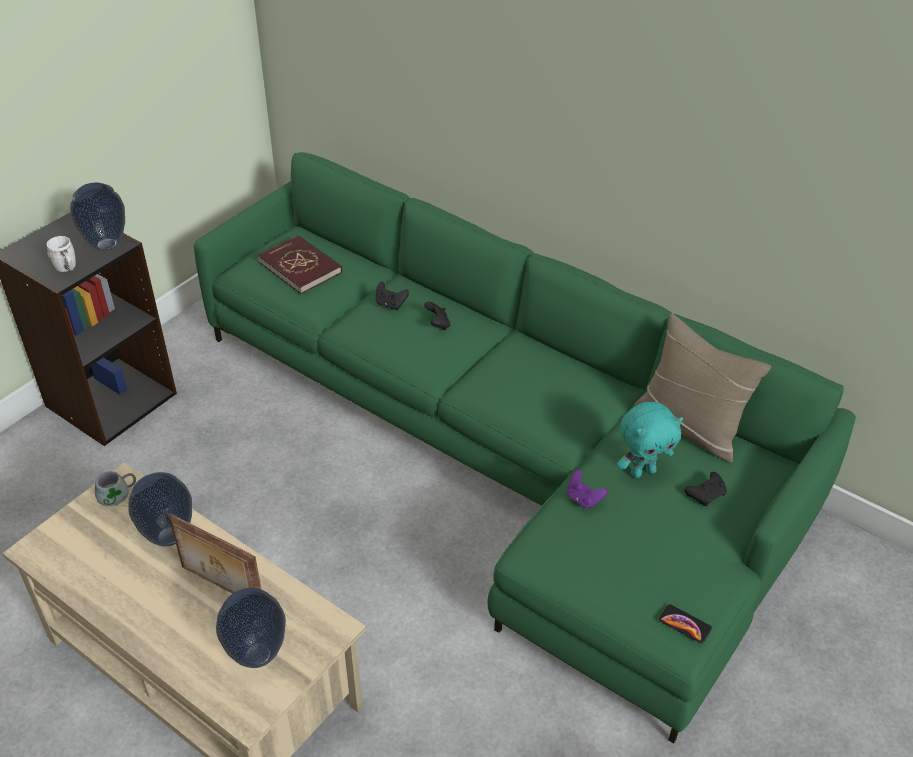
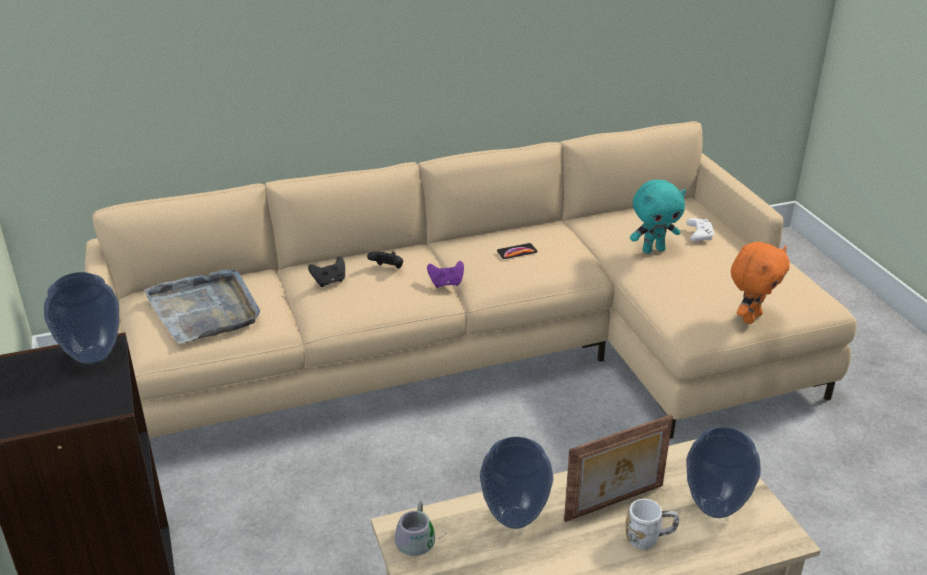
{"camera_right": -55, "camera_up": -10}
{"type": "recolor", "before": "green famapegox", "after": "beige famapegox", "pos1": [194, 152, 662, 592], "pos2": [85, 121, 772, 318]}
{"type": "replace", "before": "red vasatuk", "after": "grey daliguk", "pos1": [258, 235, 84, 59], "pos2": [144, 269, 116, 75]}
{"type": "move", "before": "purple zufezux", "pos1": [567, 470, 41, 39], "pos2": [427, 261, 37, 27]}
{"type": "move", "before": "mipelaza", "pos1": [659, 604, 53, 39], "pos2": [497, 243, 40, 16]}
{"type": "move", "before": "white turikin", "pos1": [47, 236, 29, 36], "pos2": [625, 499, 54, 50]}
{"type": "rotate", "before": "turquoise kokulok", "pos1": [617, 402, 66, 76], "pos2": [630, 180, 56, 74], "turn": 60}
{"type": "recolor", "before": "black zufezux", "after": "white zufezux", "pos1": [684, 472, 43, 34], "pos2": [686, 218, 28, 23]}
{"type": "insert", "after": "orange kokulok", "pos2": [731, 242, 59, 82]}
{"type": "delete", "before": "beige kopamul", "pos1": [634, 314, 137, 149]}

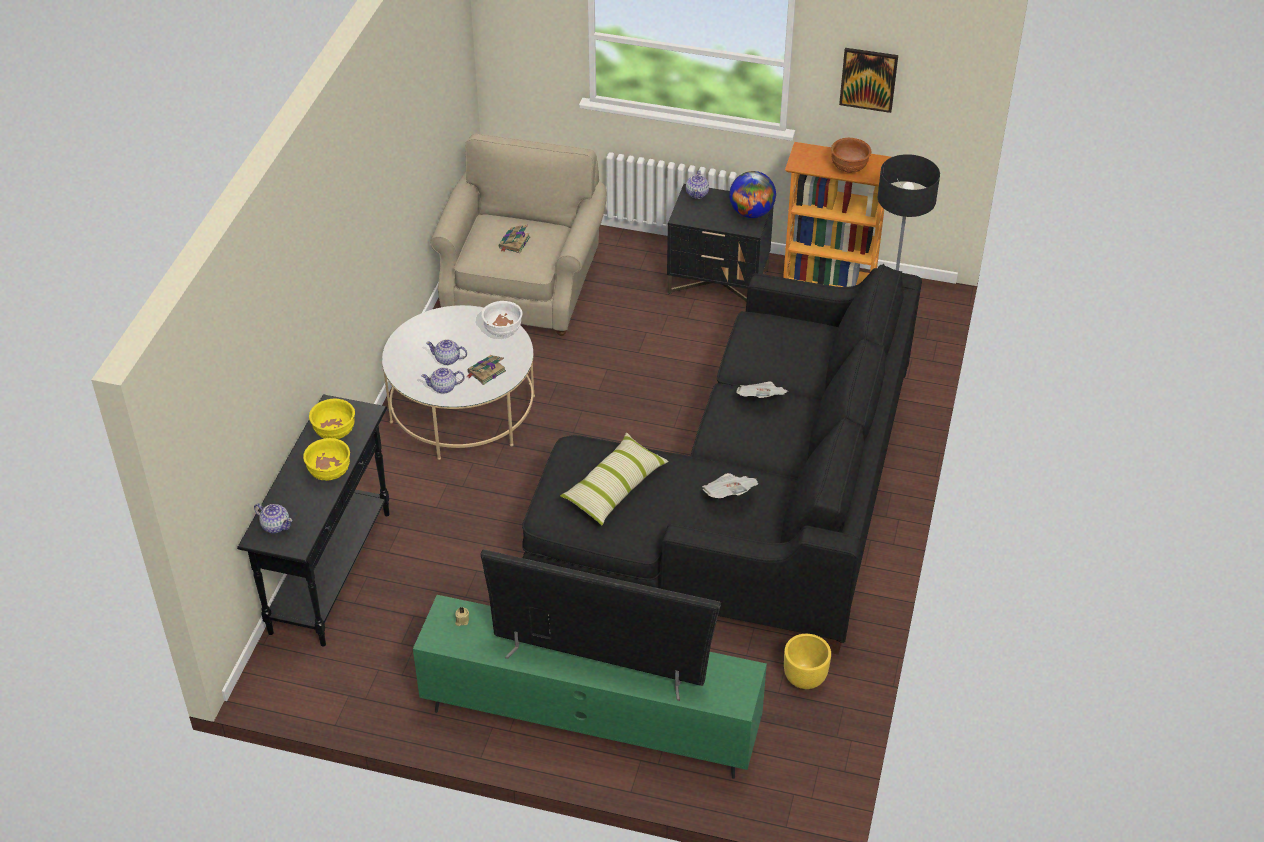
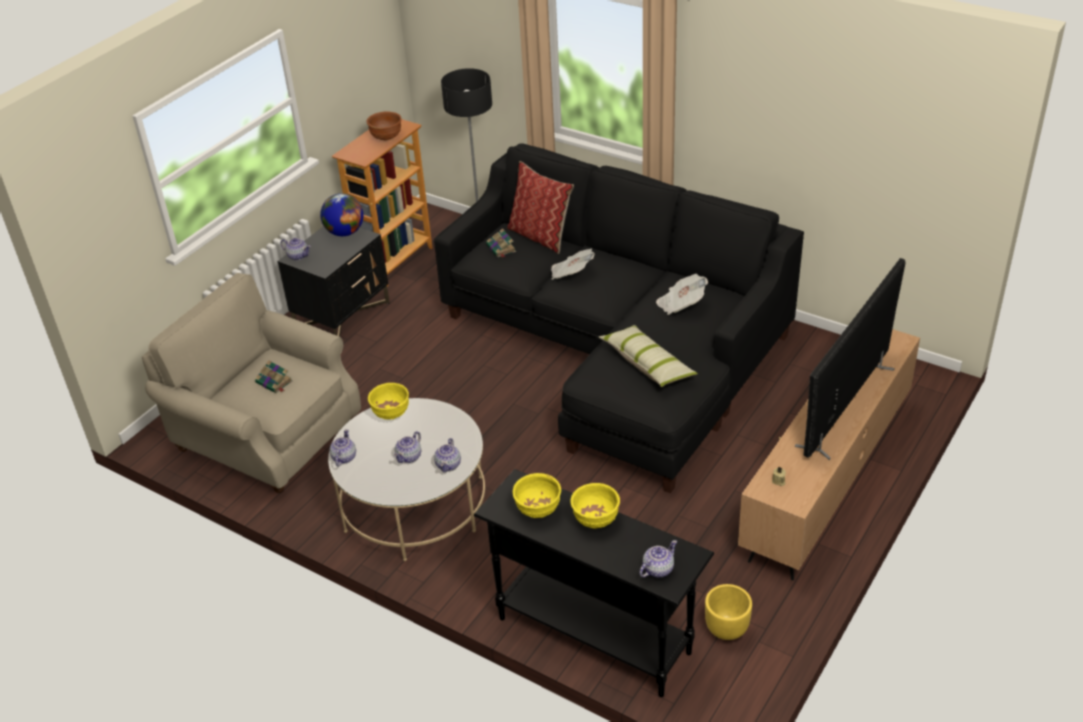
{"camera_right": -70, "camera_up": -5}
{"type": "insert", "after": "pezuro", "pos2": [329, 429, 27, 38]}
{"type": "recolor", "before": "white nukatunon", "after": "yellow nukatunon", "pos1": [481, 301, 41, 36], "pos2": [368, 383, 41, 37]}
{"type": "move", "before": "vasatuk", "pos1": [466, 355, 40, 30], "pos2": [486, 228, 30, 30]}
{"type": "insert", "after": "kopamul", "pos2": [507, 161, 67, 93]}
{"type": "move", "before": "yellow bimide", "pos1": [784, 634, 47, 55], "pos2": [705, 584, 47, 56]}
{"type": "recolor", "before": "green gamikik", "after": "brown gamikik", "pos1": [413, 595, 354, 184], "pos2": [738, 329, 182, 252]}
{"type": "delete", "before": "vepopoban", "pos1": [839, 48, 59, 65]}

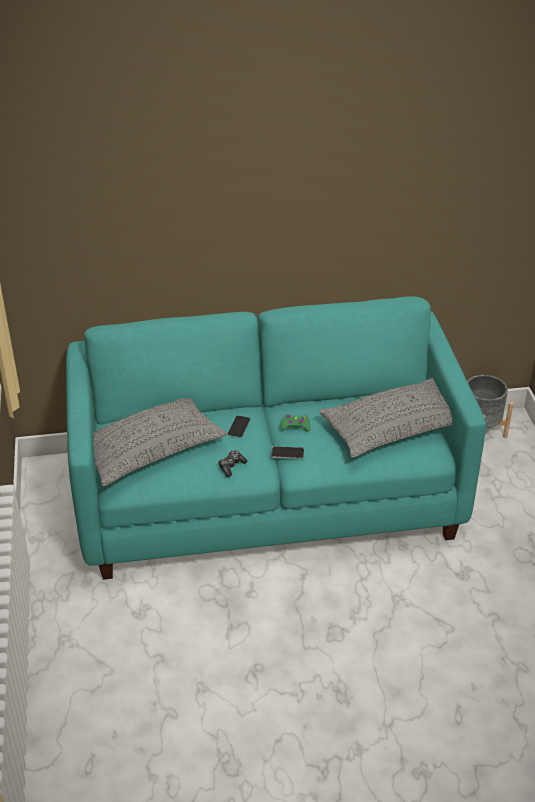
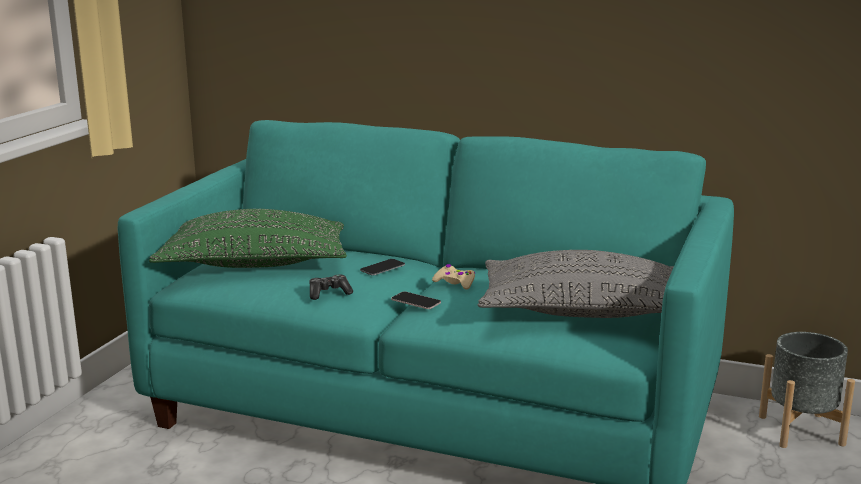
{"camera_right": 30, "camera_up": -20}
{"type": "recolor", "before": "grey kopamul", "after": "green kopamul", "pos1": [93, 398, 134, 88], "pos2": [149, 209, 198, 59]}
{"type": "recolor", "before": "green zufezux", "after": "beige zufezux", "pos1": [281, 415, 29, 16], "pos2": [432, 264, 43, 26]}

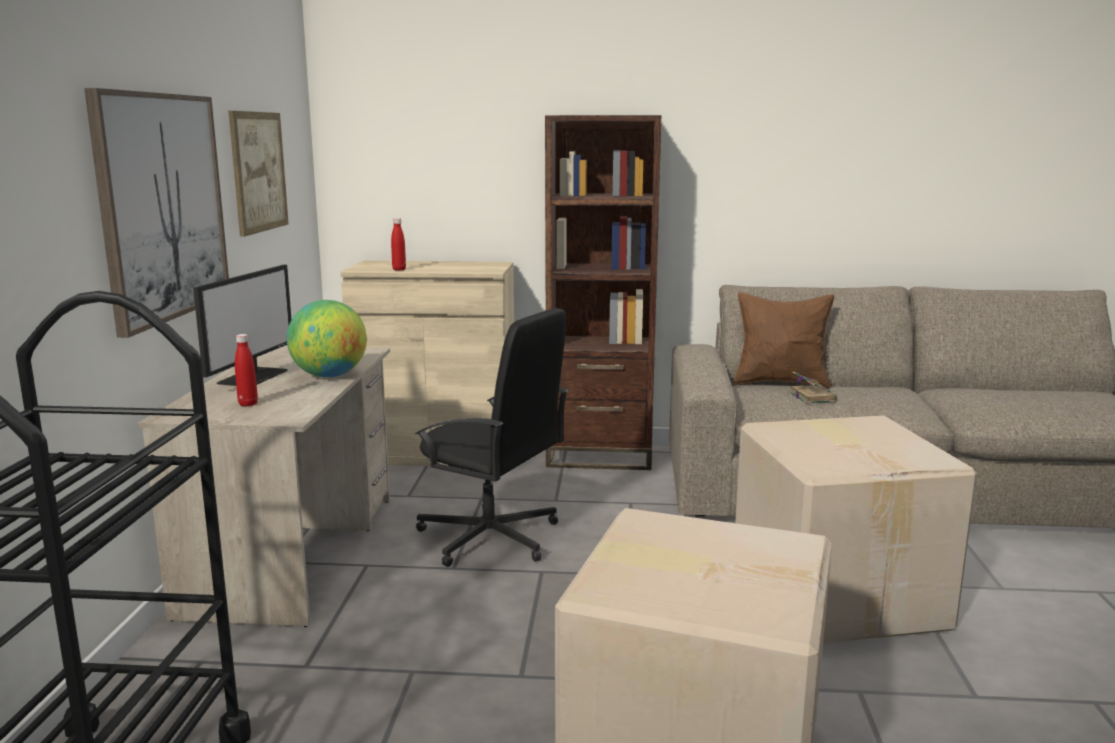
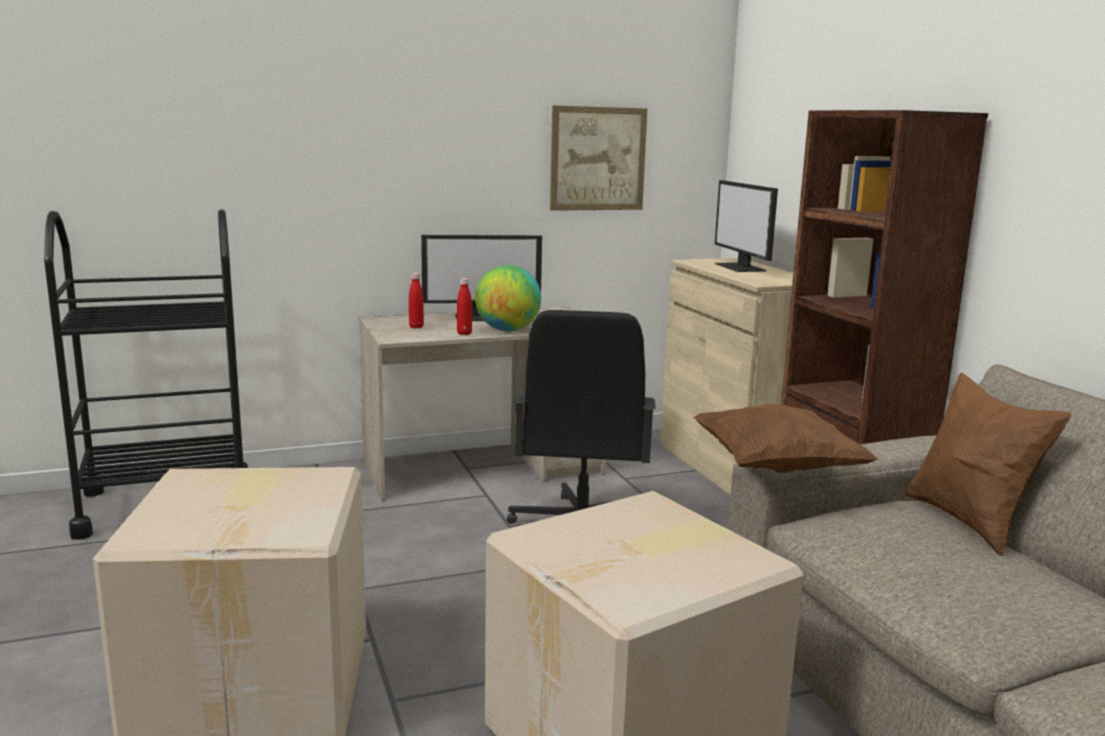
{"camera_right": 65, "camera_up": 0}
{"type": "move", "before": "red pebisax", "pos1": [391, 218, 15, 53], "pos2": [457, 278, 15, 57]}
{"type": "insert", "after": "brown kopamul", "pos2": [693, 404, 185, 69]}
{"type": "insert", "after": "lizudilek", "pos2": [715, 180, 63, 92]}
{"type": "delete", "before": "vepopoban", "pos1": [84, 88, 145, 250]}
{"type": "delete", "before": "vasatuk", "pos1": [789, 371, 48, 33]}

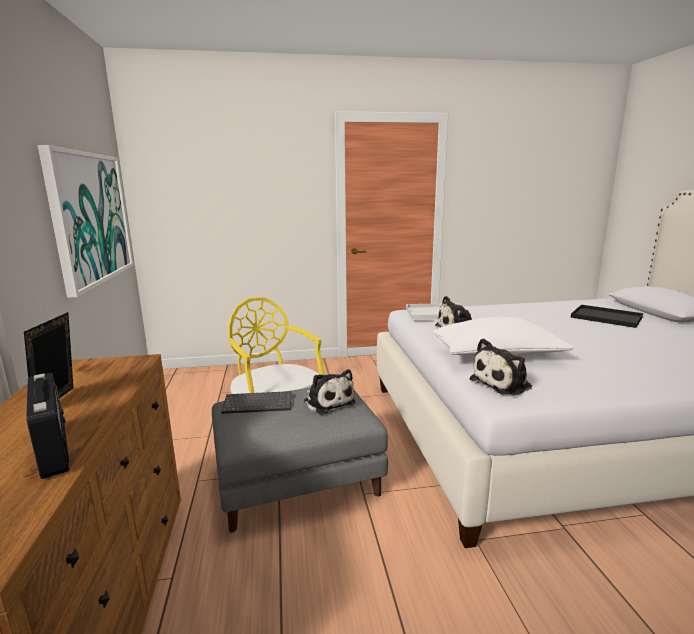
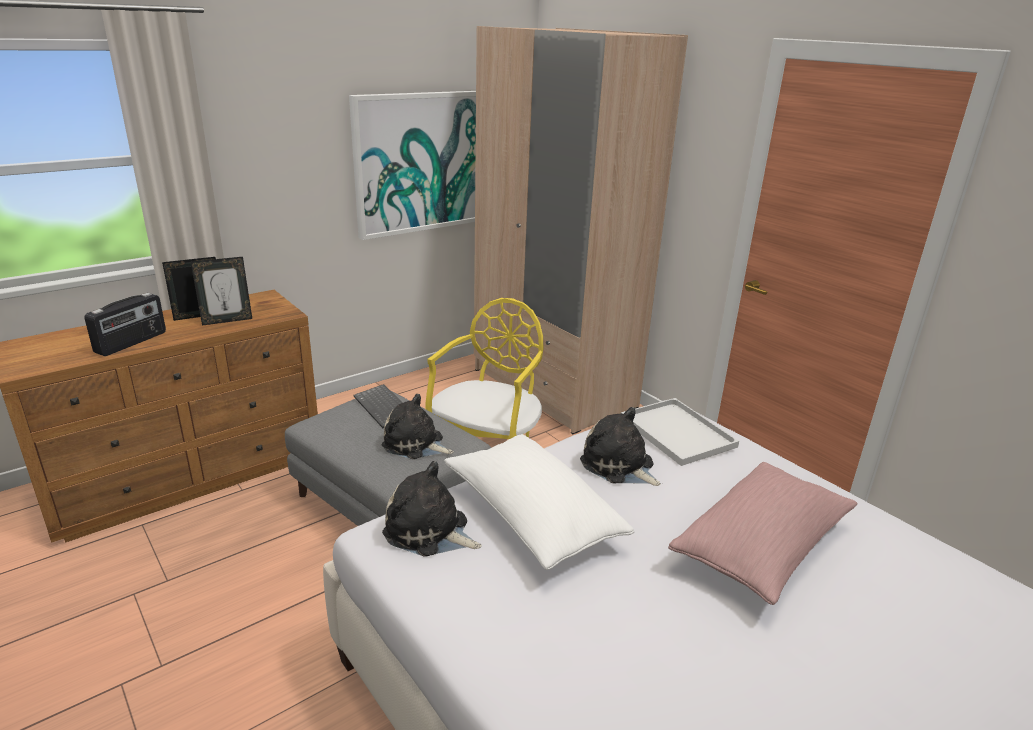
{"camera_right": 60, "camera_up": 10}
{"type": "insert", "after": "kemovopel", "pos2": [191, 257, 61, 69]}
{"type": "rotate", "before": "kokulok", "pos1": [304, 369, 52, 46], "pos2": [382, 394, 72, 65], "turn": 90}
{"type": "insert", "after": "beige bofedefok", "pos2": [474, 26, 214, 408]}
{"type": "insert", "after": "pink kopamul", "pos2": [668, 462, 189, 143]}
{"type": "delete", "before": "black daliguk", "pos1": [571, 305, 72, 23]}

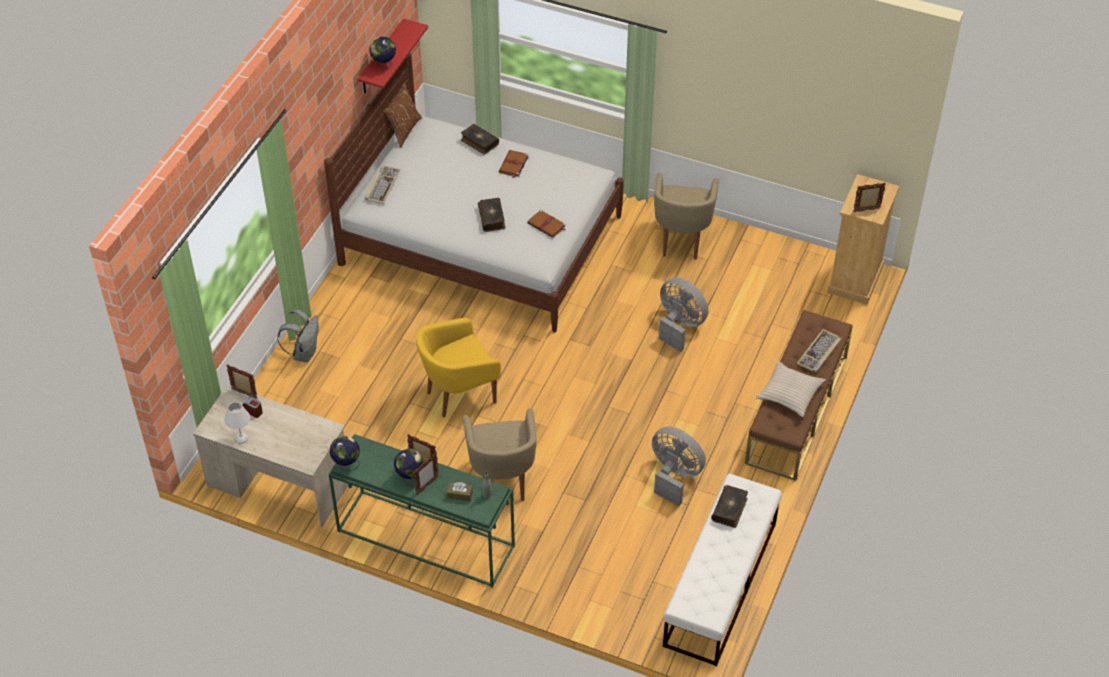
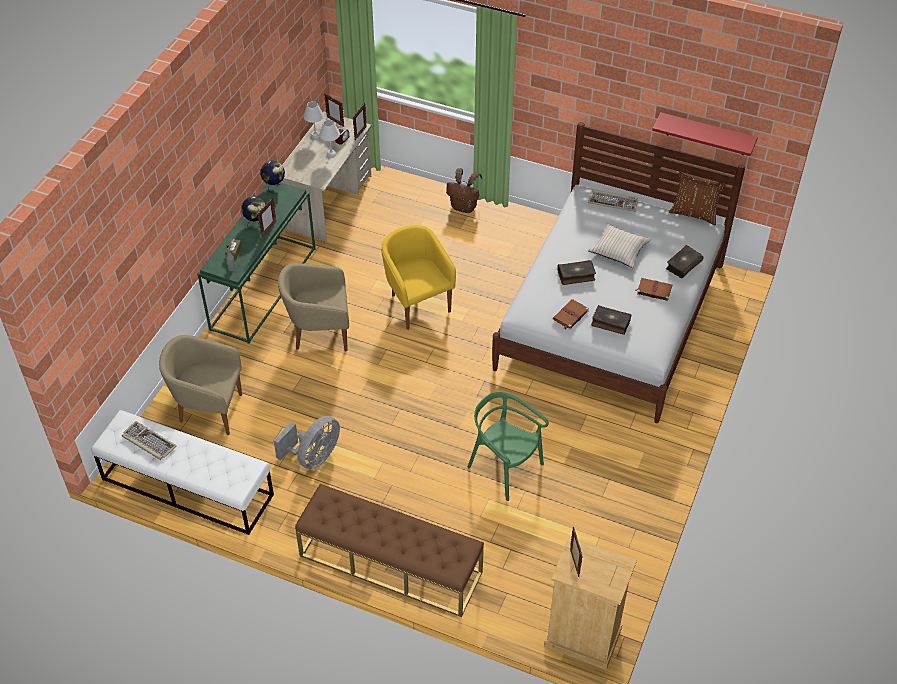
{"camera_right": 90, "camera_up": 0}
{"type": "move", "before": "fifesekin", "pos1": [797, 329, 45, 43], "pos2": [122, 421, 55, 39]}
{"type": "move", "before": "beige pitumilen", "pos1": [654, 173, 65, 87], "pos2": [159, 335, 83, 100]}
{"type": "insert", "after": "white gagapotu", "pos2": [319, 120, 21, 37]}
{"type": "move", "before": "kemovopel", "pos1": [413, 452, 26, 43], "pos2": [324, 93, 20, 34]}
{"type": "recolor", "before": "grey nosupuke", "after": "brown nosupuke", "pos1": [277, 309, 42, 54], "pos2": [446, 168, 36, 45]}
{"type": "replace", "before": "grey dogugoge", "after": "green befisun", "pos1": [659, 278, 49, 74], "pos2": [468, 392, 81, 109]}
{"type": "move", "before": "beige kopamul", "pos1": [756, 361, 70, 56], "pos2": [588, 223, 63, 45]}
{"type": "move", "before": "vasatuk", "pos1": [711, 485, 37, 43], "pos2": [591, 305, 40, 30]}
{"type": "delete", "before": "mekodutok", "pos1": [369, 37, 27, 33]}

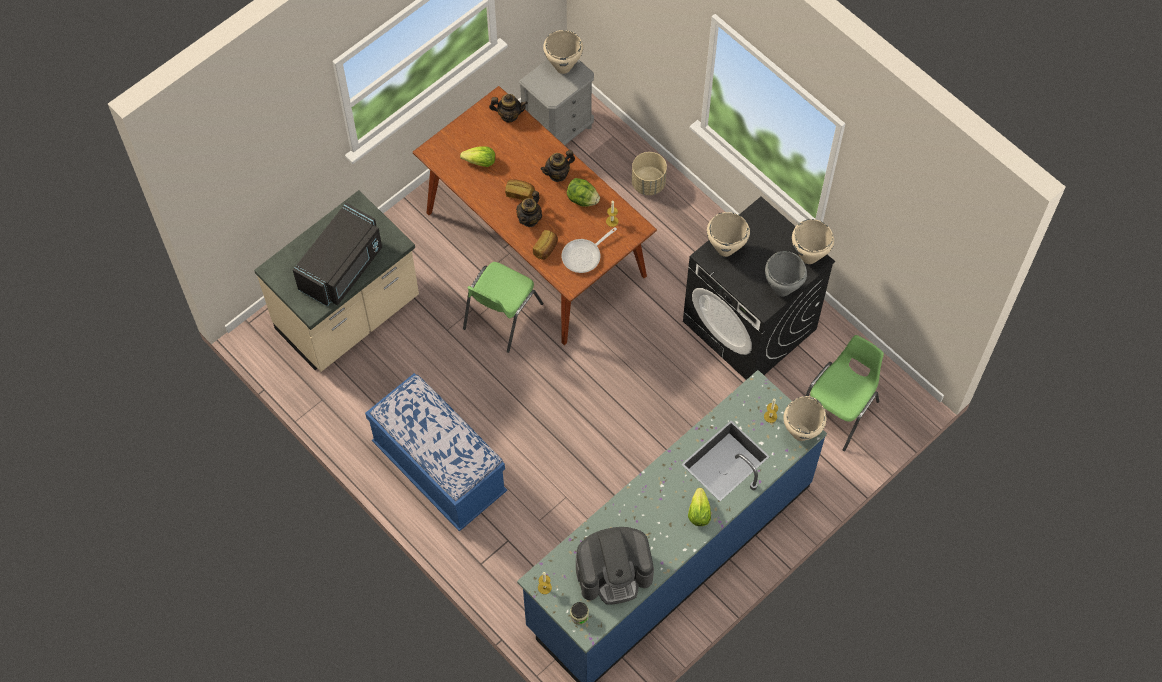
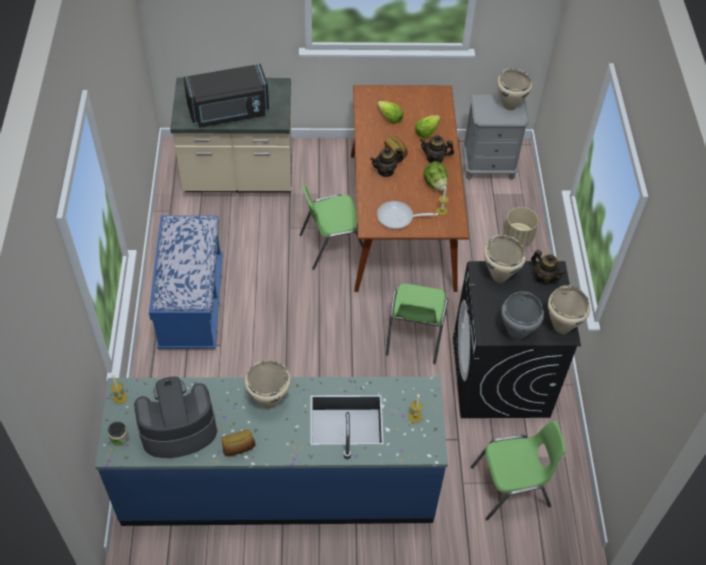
{"camera_right": 40, "camera_up": -10}
{"type": "rotate", "before": "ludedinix", "pos1": [576, 527, 78, 78], "pos2": [134, 377, 83, 81], "turn": 135}
{"type": "move", "before": "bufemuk", "pos1": [533, 230, 25, 30], "pos2": [222, 429, 33, 27]}
{"type": "move", "before": "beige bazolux", "pos1": [783, 396, 43, 45], "pos2": [244, 360, 47, 49]}
{"type": "insert", "after": "green befisun", "pos2": [386, 283, 63, 81]}
{"type": "move", "before": "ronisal", "pos1": [688, 488, 23, 38], "pos2": [415, 115, 26, 23]}
{"type": "move", "before": "pezuro", "pos1": [489, 94, 39, 28], "pos2": [531, 250, 34, 35]}

